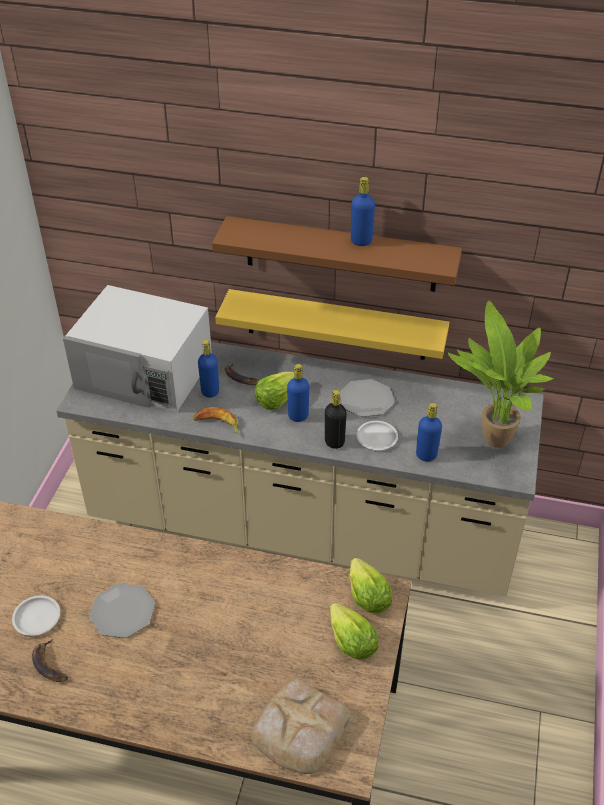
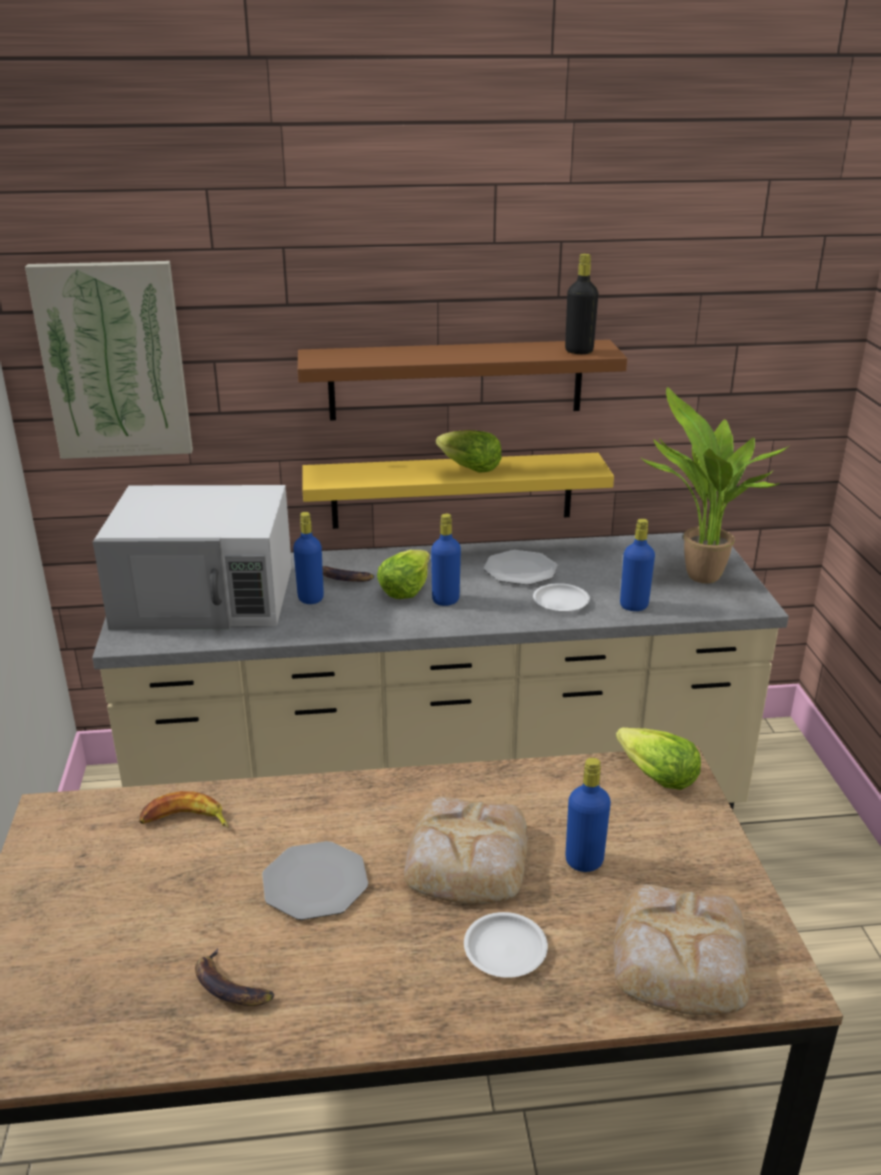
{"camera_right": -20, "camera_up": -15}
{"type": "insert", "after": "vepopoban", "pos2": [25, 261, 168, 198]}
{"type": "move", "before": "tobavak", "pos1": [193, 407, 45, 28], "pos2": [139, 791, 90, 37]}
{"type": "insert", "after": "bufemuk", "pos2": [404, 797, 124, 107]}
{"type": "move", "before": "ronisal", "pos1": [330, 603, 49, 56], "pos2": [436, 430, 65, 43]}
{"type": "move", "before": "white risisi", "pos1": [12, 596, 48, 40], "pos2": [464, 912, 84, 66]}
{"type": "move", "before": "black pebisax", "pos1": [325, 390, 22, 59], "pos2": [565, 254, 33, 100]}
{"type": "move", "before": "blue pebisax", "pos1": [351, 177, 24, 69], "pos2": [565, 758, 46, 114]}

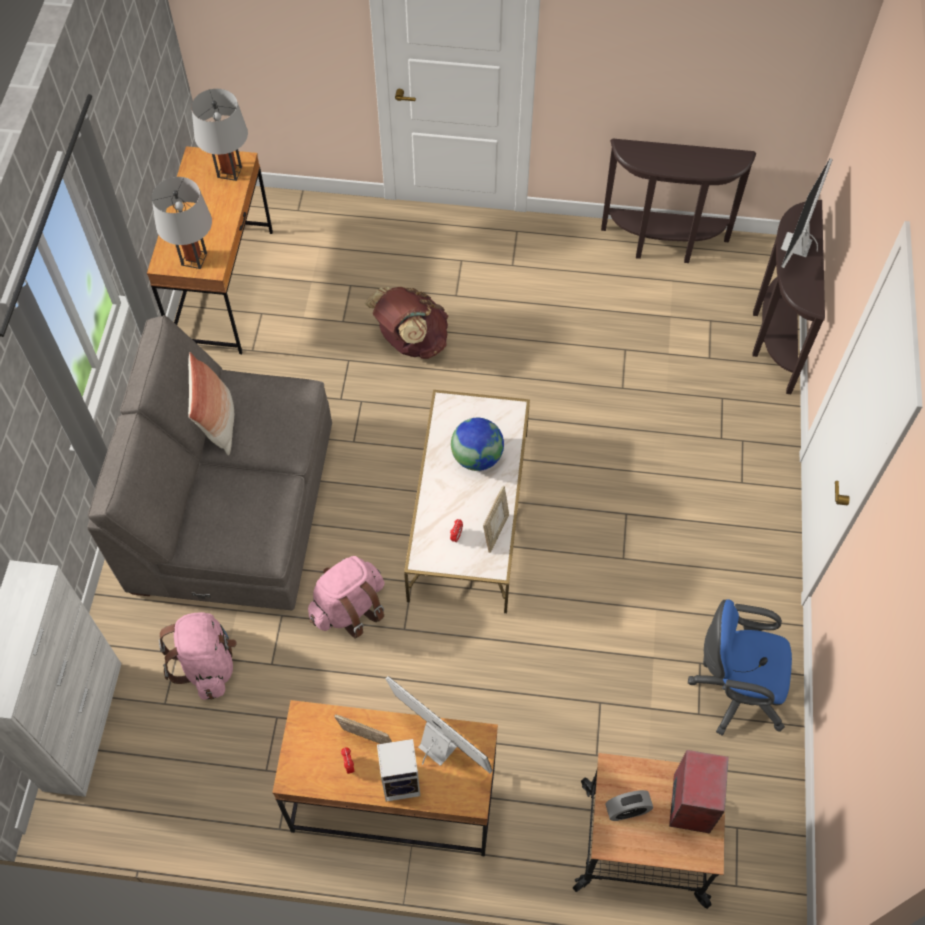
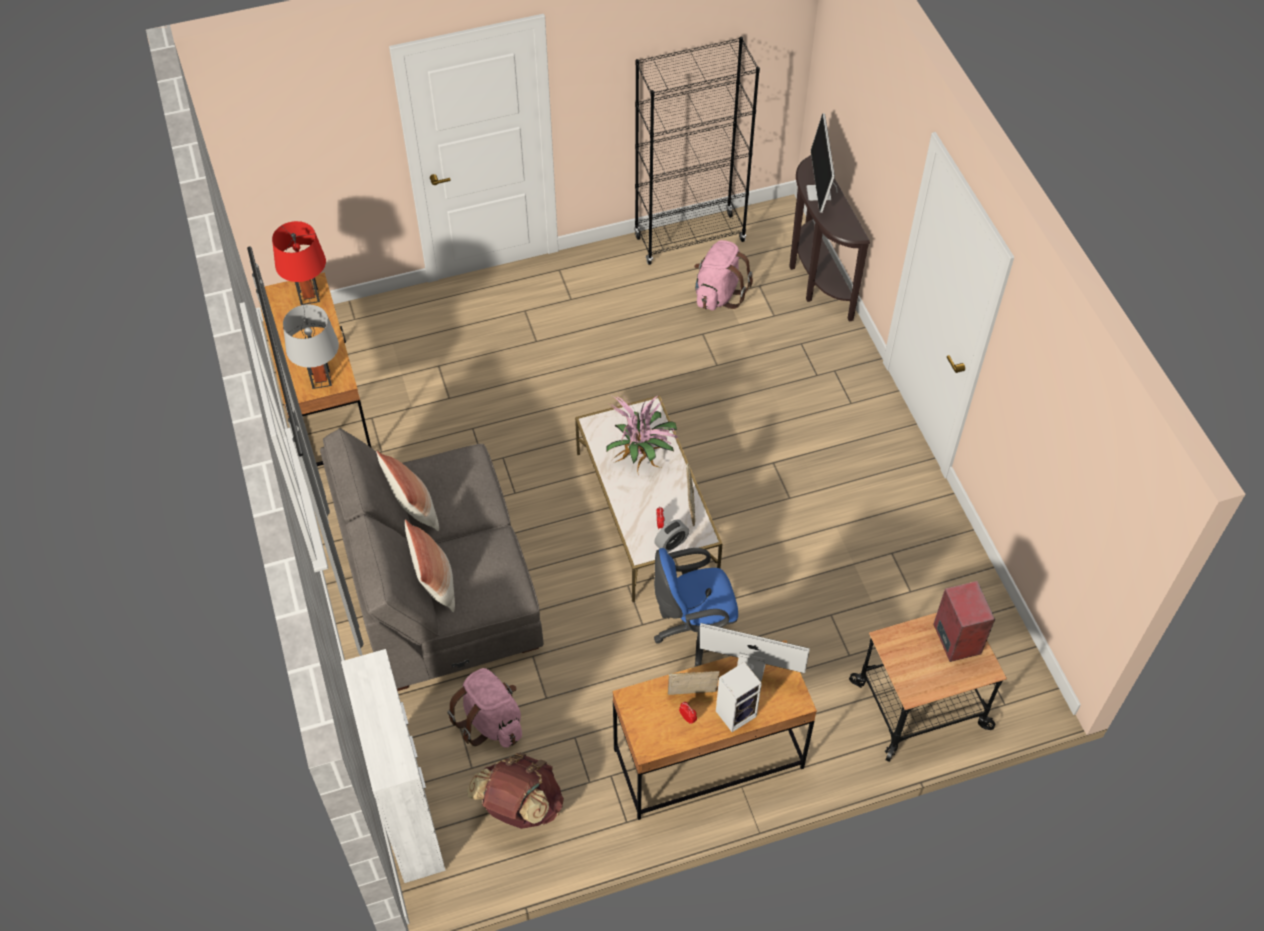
{"camera_right": -25, "camera_up": -5}
{"type": "recolor", "before": "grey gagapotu", "after": "red gagapotu", "pos1": [191, 89, 57, 92], "pos2": [272, 221, 54, 84]}
{"type": "insert", "after": "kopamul", "pos2": [405, 519, 50, 93]}
{"type": "move", "before": "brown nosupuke", "pos1": [365, 286, 83, 73], "pos2": [468, 753, 96, 76]}
{"type": "replace", "before": "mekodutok", "after": "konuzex", "pos1": [451, 418, 53, 53], "pos2": [606, 391, 72, 84]}
{"type": "replace", "before": "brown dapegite", "after": "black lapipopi", "pos1": [601, 139, 155, 124], "pos2": [634, 37, 126, 228]}
{"type": "move", "before": "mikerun", "pos1": [605, 790, 48, 31], "pos2": [654, 519, 35, 34]}
{"type": "move", "before": "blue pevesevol", "pos1": [688, 599, 104, 137], "pos2": [654, 548, 84, 119]}
{"type": "move", "before": "pink nosupuke", "pos1": [308, 556, 77, 83], "pos2": [694, 240, 59, 70]}

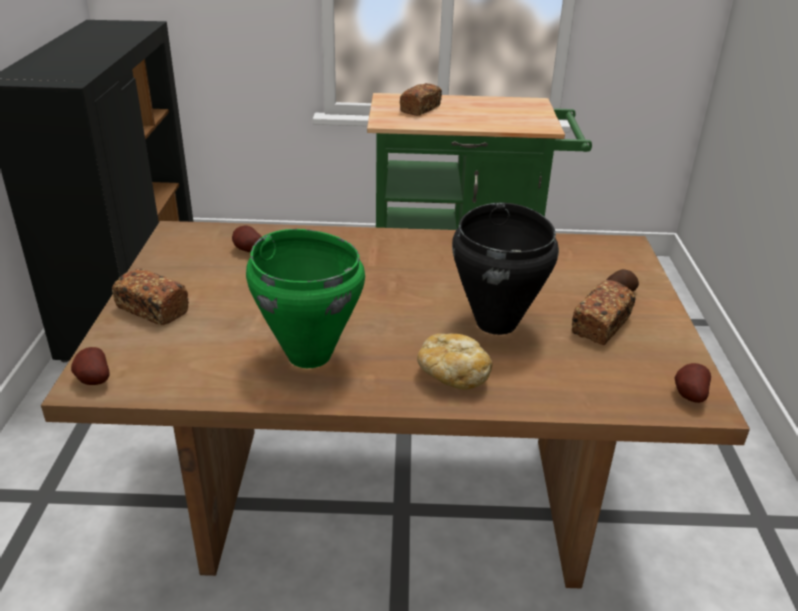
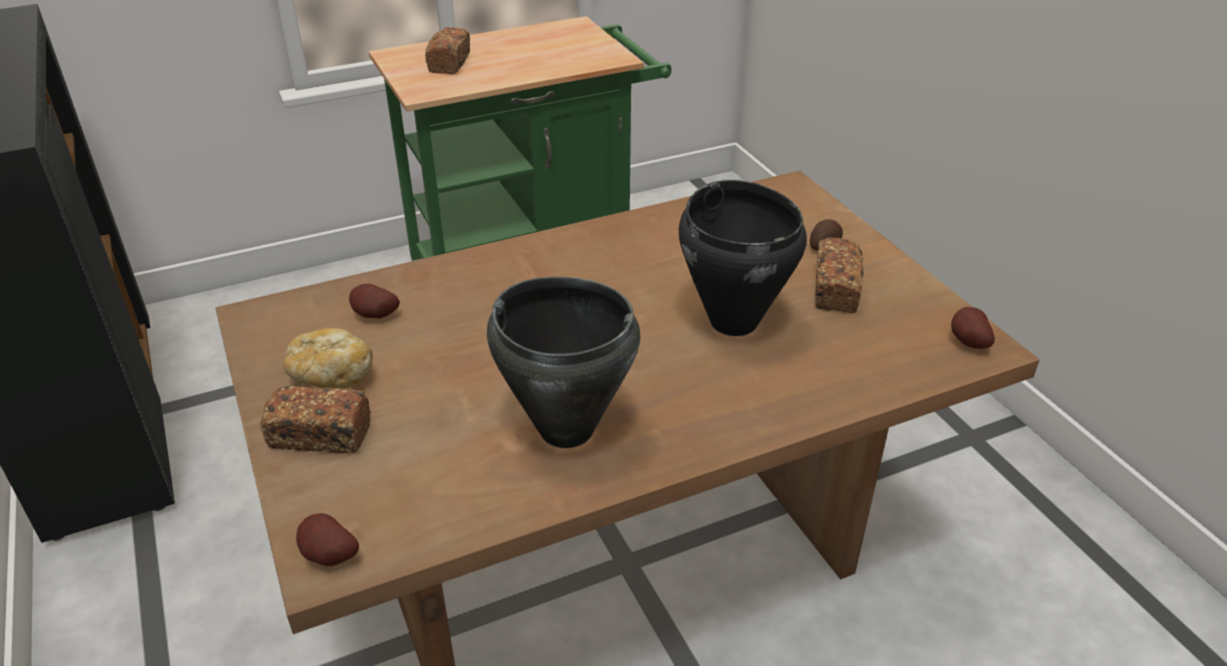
{"camera_right": -25, "camera_up": 5}
{"type": "move", "before": "bufemuk", "pos1": [417, 334, 76, 56], "pos2": [283, 328, 90, 61]}
{"type": "recolor", "before": "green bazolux", "after": "black bazolux", "pos1": [246, 229, 119, 139], "pos2": [487, 277, 153, 171]}

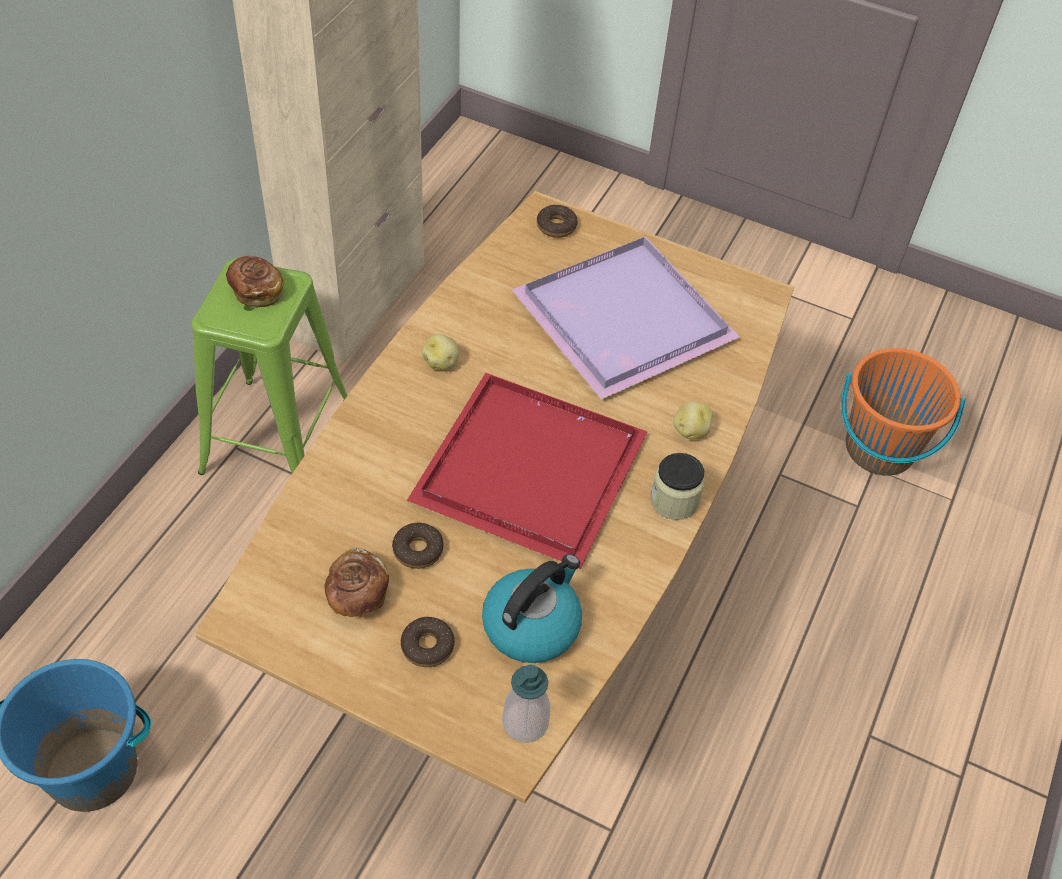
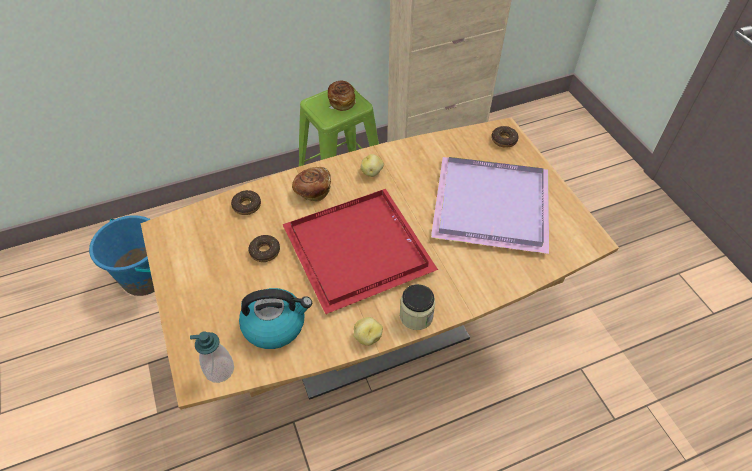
{"camera_right": 45, "camera_up": 0}
{"type": "move", "before": "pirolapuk", "pos1": [401, 617, 54, 50], "pos2": [231, 190, 30, 25]}
{"type": "move", "before": "bufemuk", "pos1": [324, 548, 65, 69], "pos2": [292, 167, 39, 35]}
{"type": "move", "before": "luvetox", "pos1": [673, 402, 40, 37], "pos2": [354, 317, 29, 29]}
{"type": "delete", "before": "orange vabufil", "pos1": [841, 348, 125, 127]}

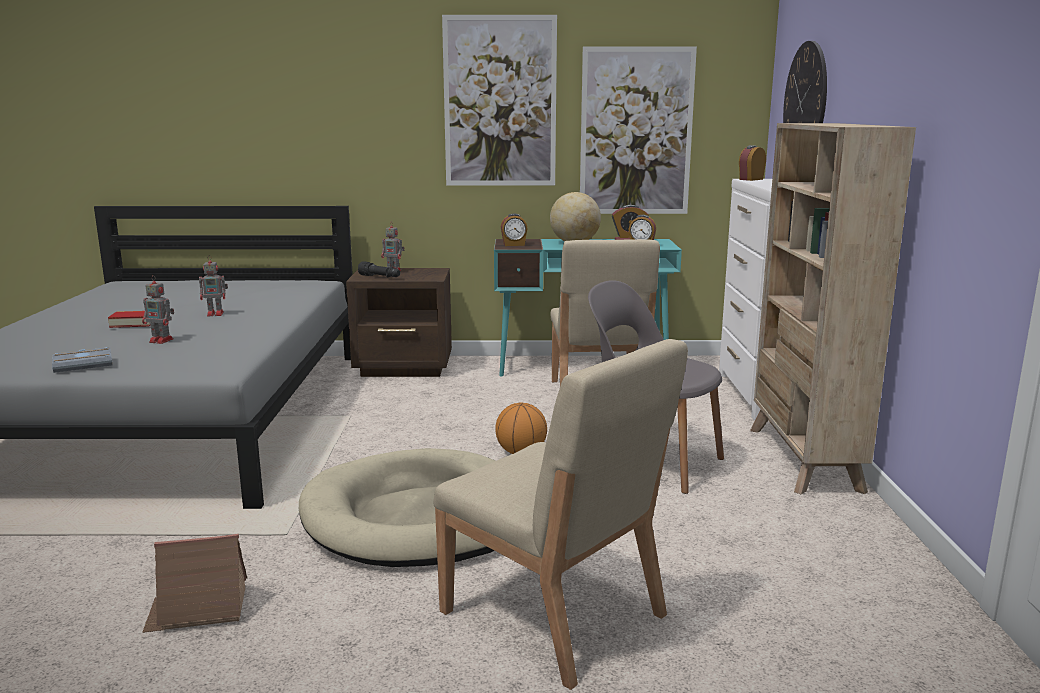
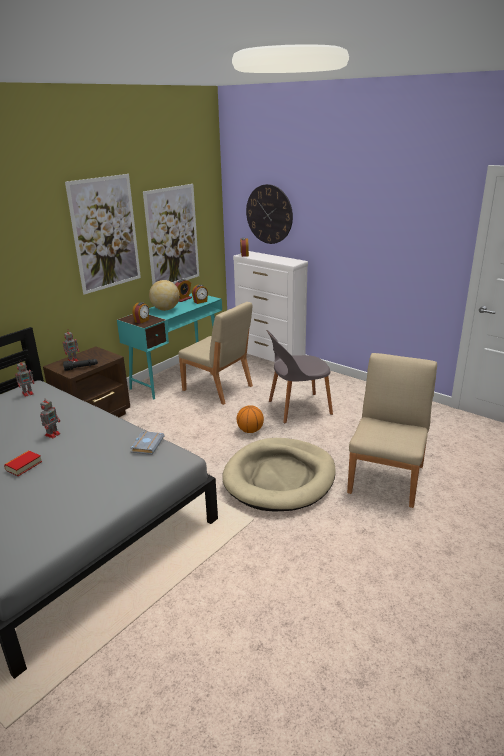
{"camera_right": -50, "camera_up": 10}
{"type": "move", "before": "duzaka", "pos1": [142, 275, 32, 69], "pos2": [15, 360, 19, 37]}
{"type": "move", "before": "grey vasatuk", "pos1": [52, 347, 61, 26], "pos2": [130, 431, 35, 24]}
{"type": "rotate", "before": "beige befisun", "pos1": [433, 339, 255, 351], "pos2": [347, 353, 90, 155], "turn": -60}
{"type": "delete", "before": "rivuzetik", "pos1": [142, 534, 105, 99]}
{"type": "delete", "before": "beige lapipopi", "pos1": [750, 123, 166, 371]}

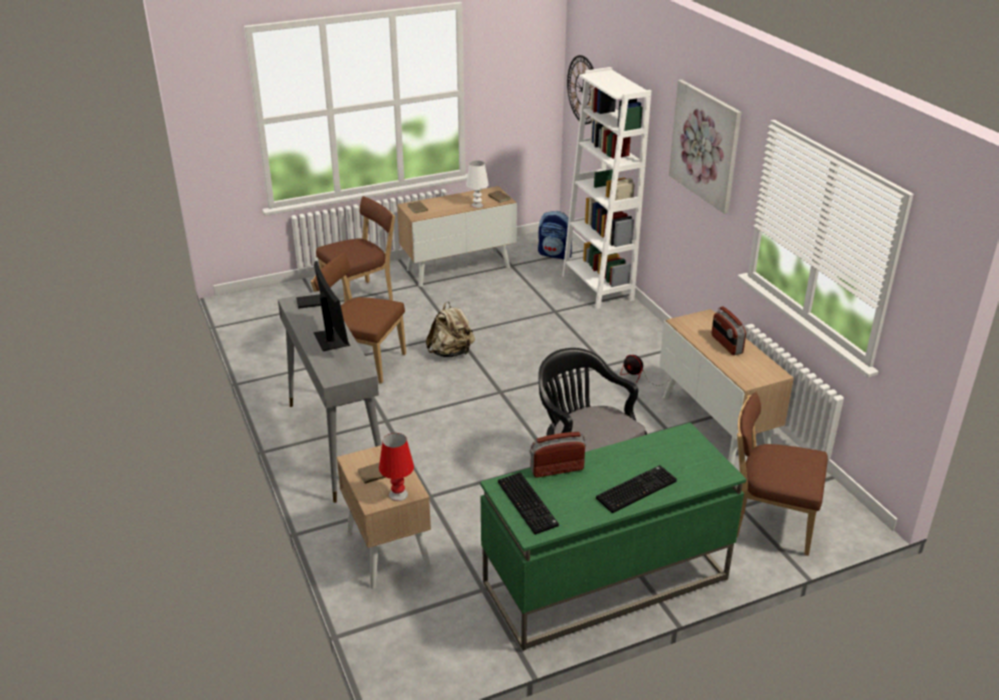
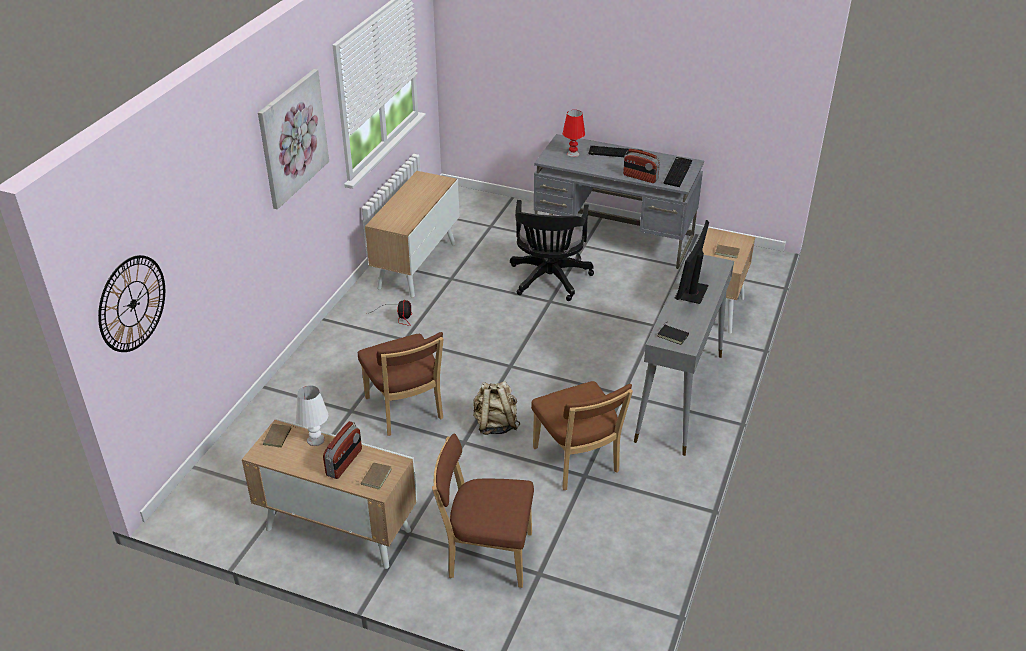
{"camera_right": -135, "camera_up": 5}
{"type": "move", "before": "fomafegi", "pos1": [711, 307, 35, 48], "pos2": [323, 421, 39, 58]}
{"type": "move", "before": "brown befisun", "pos1": [737, 392, 91, 164], "pos2": [358, 332, 85, 104]}
{"type": "recolor", "before": "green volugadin", "after": "grey volugadin", "pos1": [480, 422, 266, 229], "pos2": [534, 134, 170, 135]}
{"type": "move", "before": "red gagapotu", "pos1": [379, 433, 35, 68], "pos2": [563, 110, 22, 47]}
{"type": "delete", "before": "nosupuke", "pos1": [538, 211, 36, 48]}
{"type": "delete", "before": "white lapipopi", "pos1": [563, 67, 88, 242]}

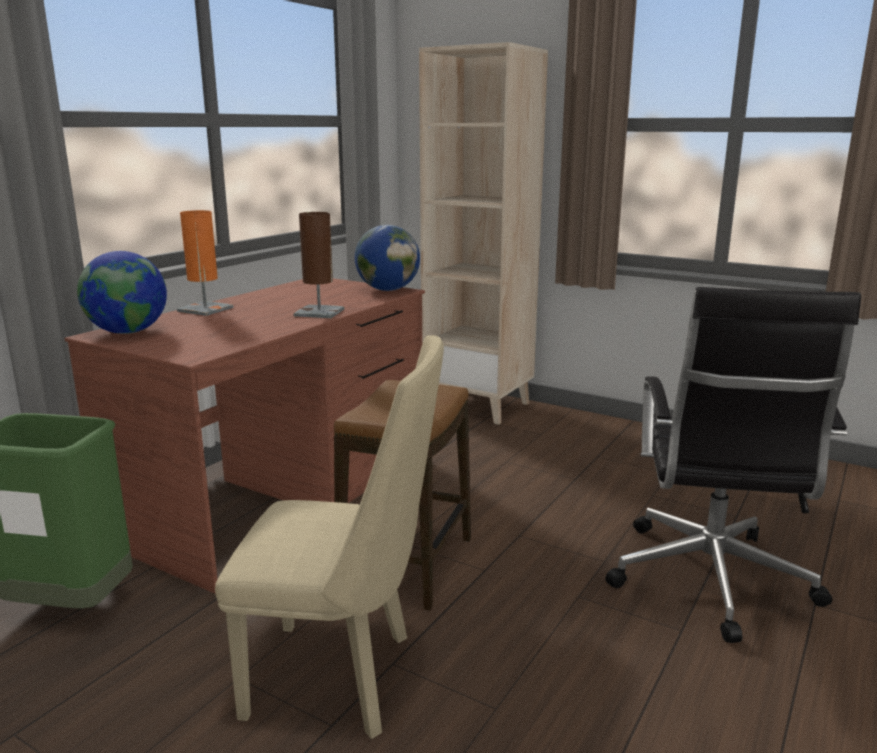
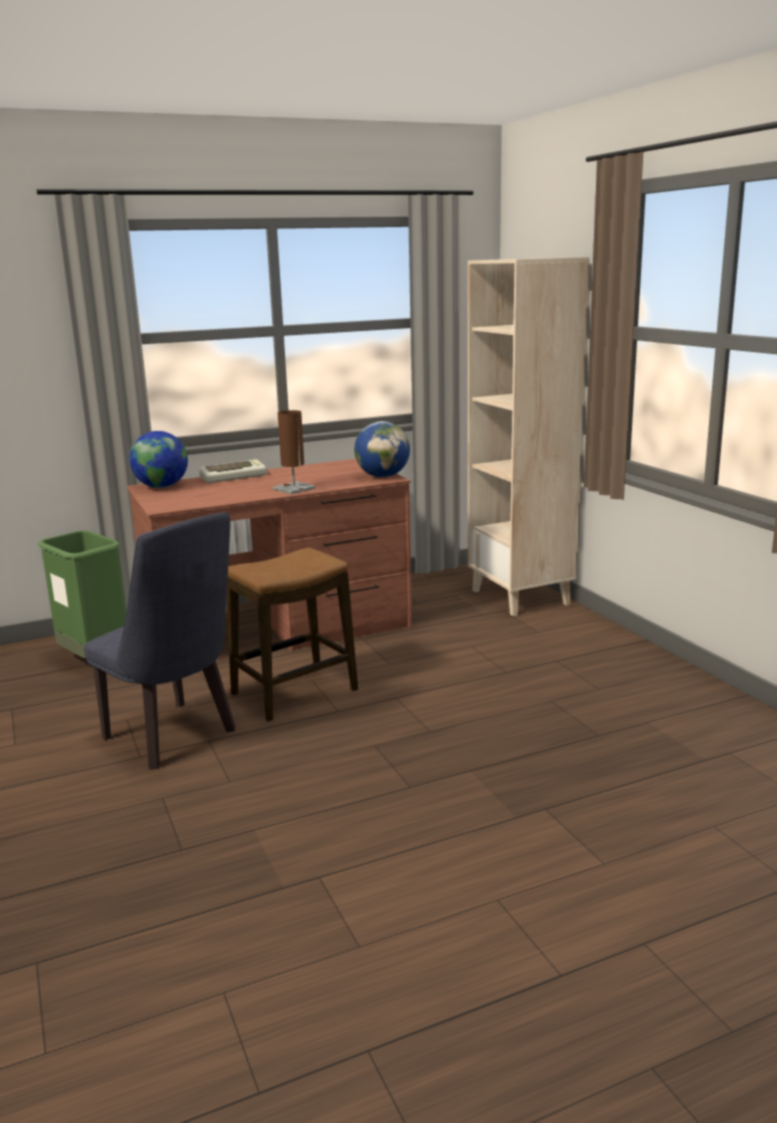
{"camera_right": 35, "camera_up": 0}
{"type": "recolor", "before": "beige befisun", "after": "blue befisun", "pos1": [215, 335, 229, 404], "pos2": [84, 512, 152, 257]}
{"type": "replace", "before": "orange gagapotu", "after": "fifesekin", "pos1": [177, 210, 56, 106], "pos2": [199, 459, 68, 24]}
{"type": "delete", "before": "black pevesevol", "pos1": [606, 287, 255, 356]}

